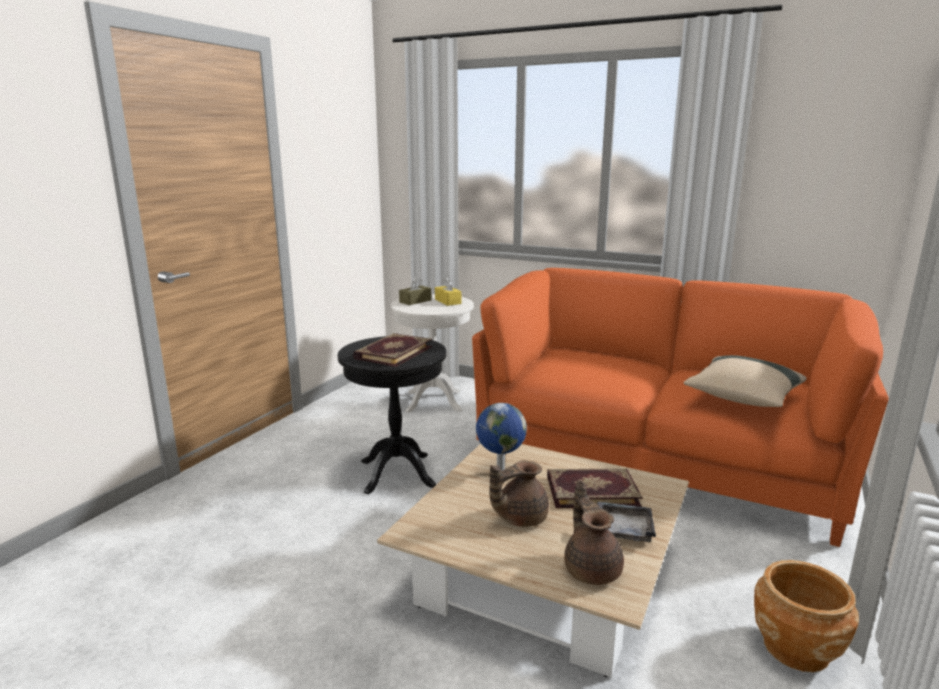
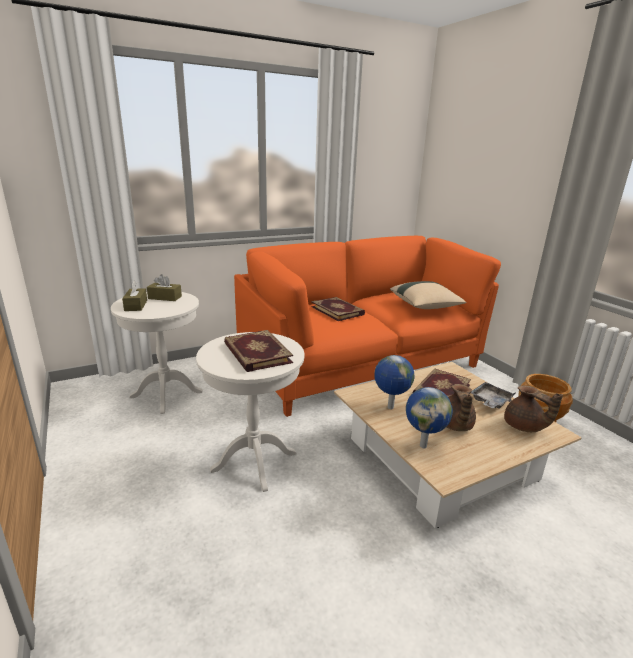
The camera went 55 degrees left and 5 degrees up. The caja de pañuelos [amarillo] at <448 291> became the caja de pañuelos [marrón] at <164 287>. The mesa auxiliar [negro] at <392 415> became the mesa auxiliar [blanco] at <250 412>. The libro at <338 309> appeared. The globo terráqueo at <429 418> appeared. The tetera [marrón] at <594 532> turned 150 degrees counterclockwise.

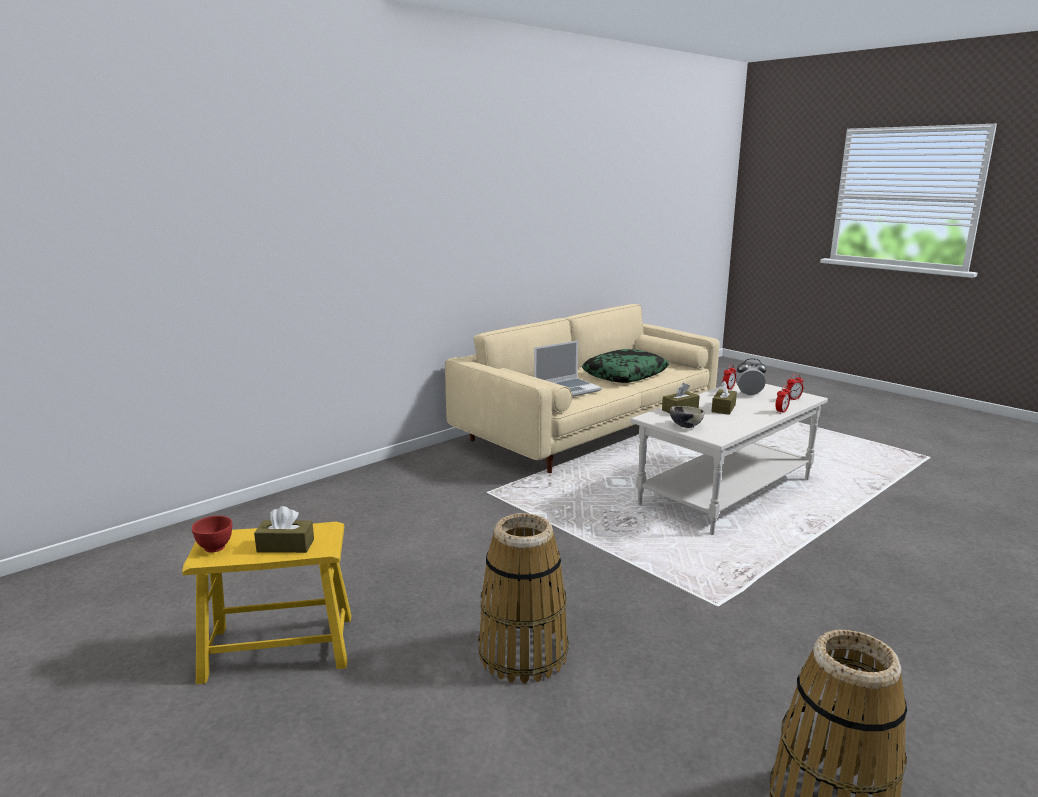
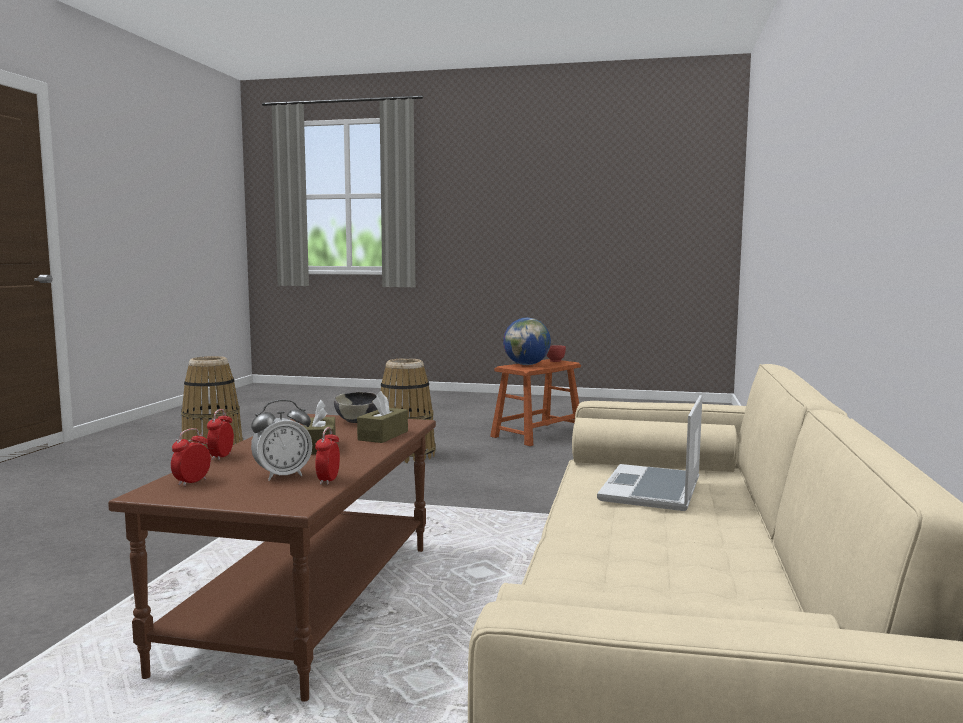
The camera went 145 degrees right and 10 degrees down. The mesa de centro [blanco] at <729 458> became the mesa de centro [marrón] at <272 558>. The taburete [amarillo] at <266 603> became the taburete [marrón] at <535 402>. The caja de pañuelos [marrón] at <284 529> was replaced by the globo terráqueo at <527 341>. The cojín at <625 366> disappeared.

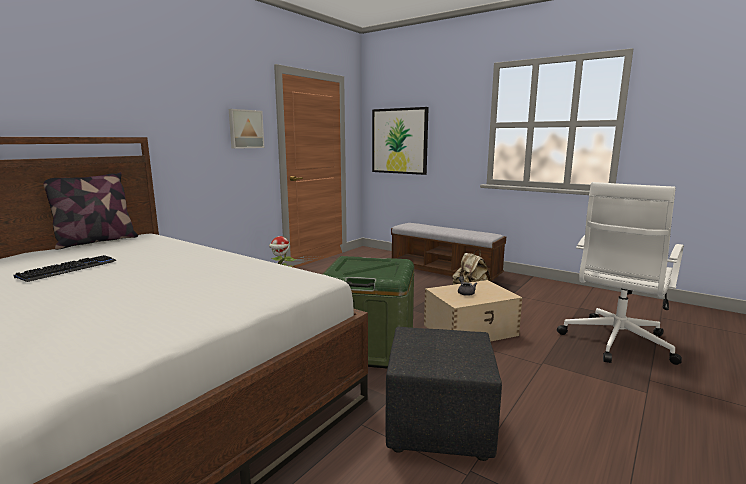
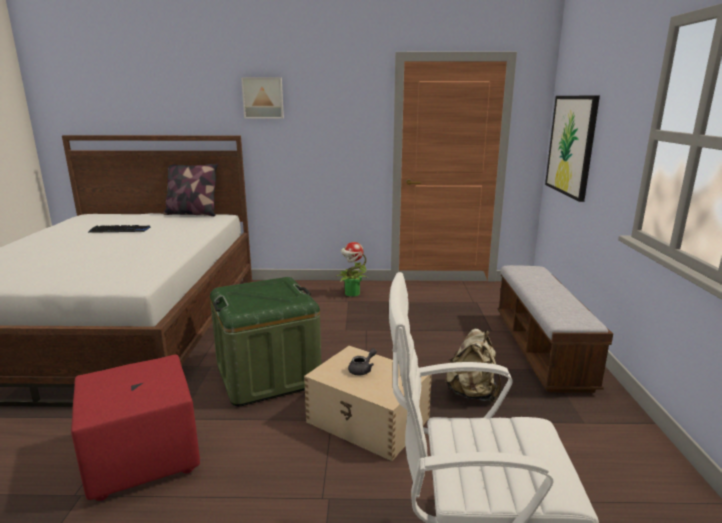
The camera went 55 degrees right and 5 degrees up. The puf [negro] at <444 394> became the puf [rojo] at <135 427>. The cuadro moved from <246 129> to <262 98>.

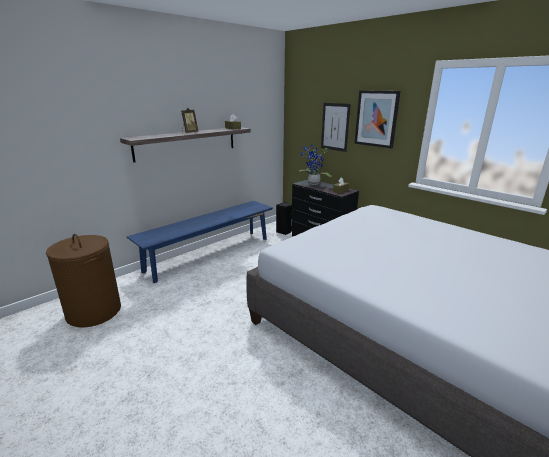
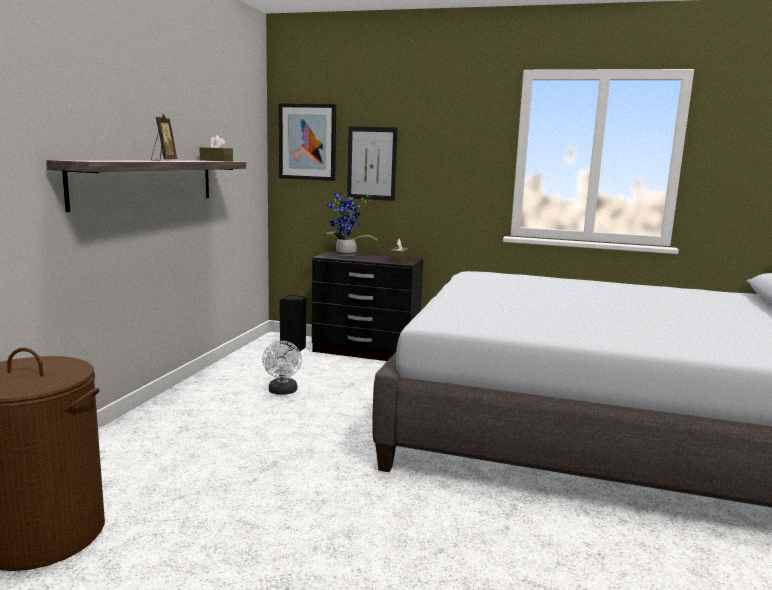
The camera went 30 degrees left and 10 degrees down. The ventilador [blanco] at <282 368> appeared. The cuadro moved from <377 119> to <307 142>. The banco [azul] at <200 242> disappeared.

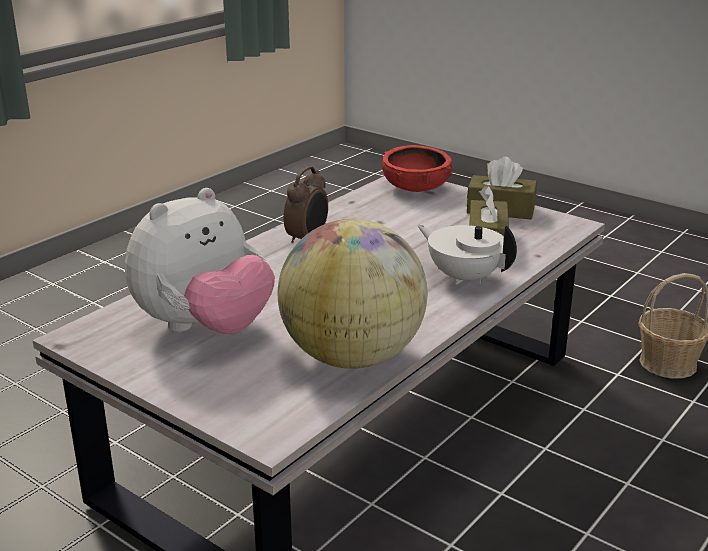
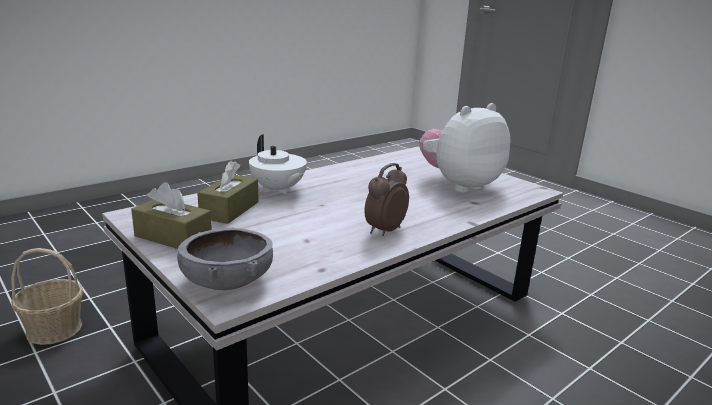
The camera went 170 degrees left and 5 degrees down. The cuenco [rojo] at <417 168> became the cuenco [gris] at <225 259>. The globo terráqueo at <352 294> disappeared.

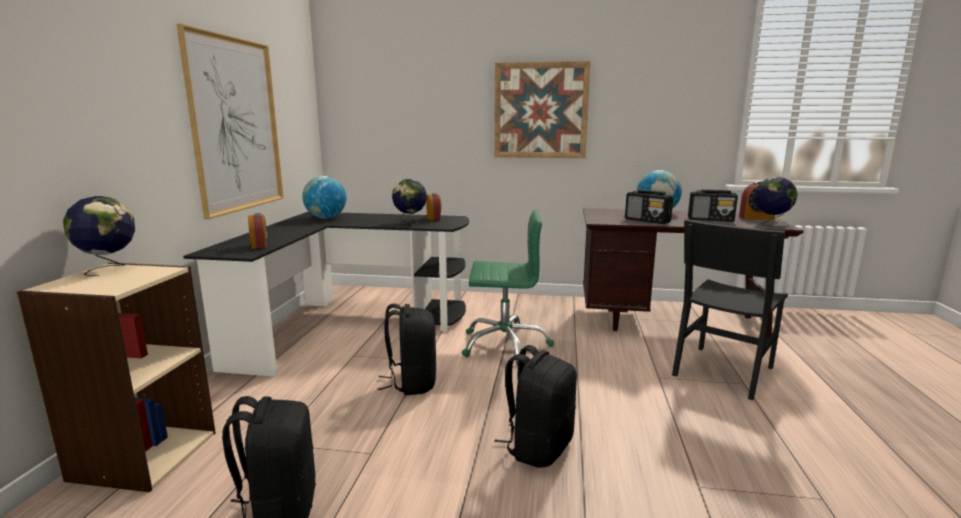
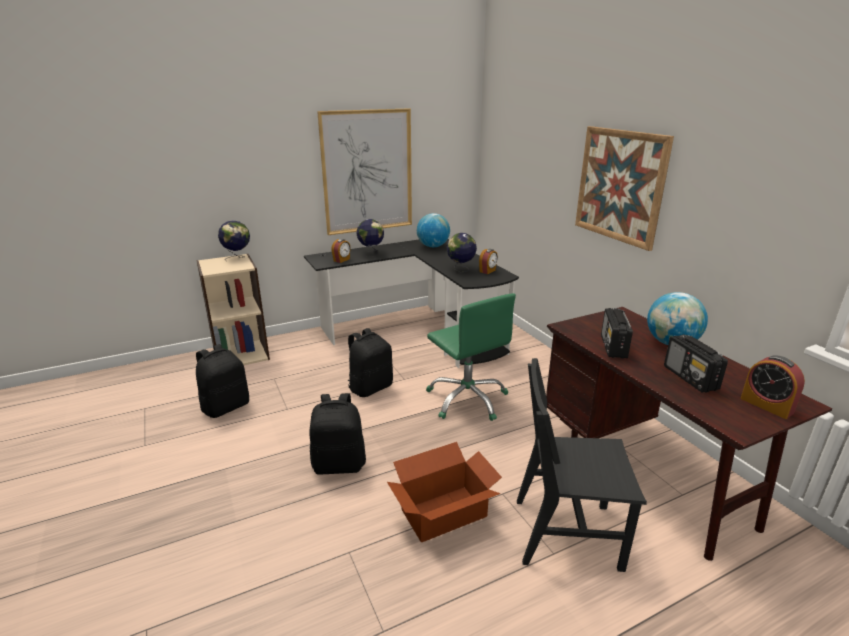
The camera went 55 degrees right and 10 degrees up. The globo terráqueo moved from <775 202> to <370 238>. The caja de cartón at <444 492> appeared.

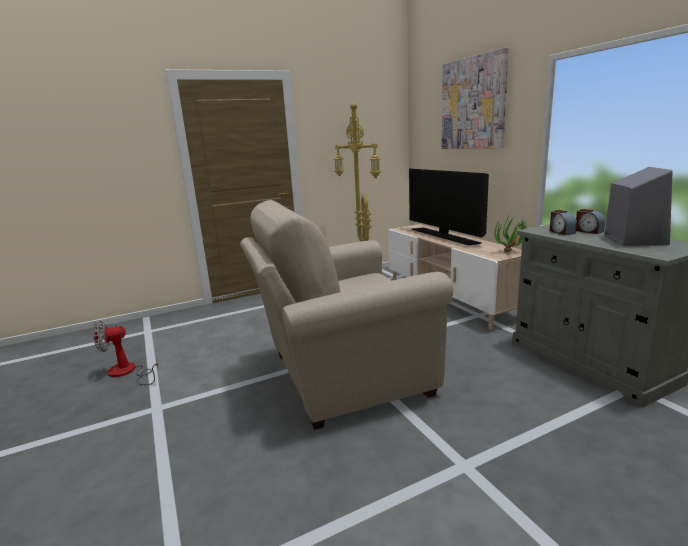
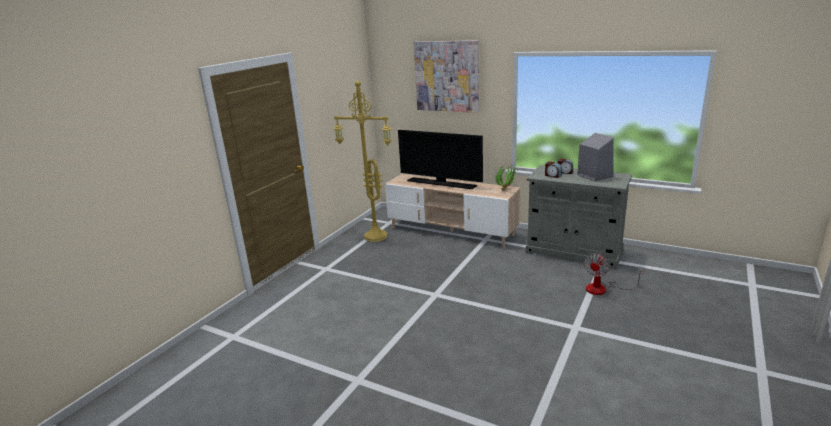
The camera went 35 degrees left and 5 degrees up. The ventilador moved from <126 352> to <613 274>. The sillón [beis] at <346 315> disappeared.

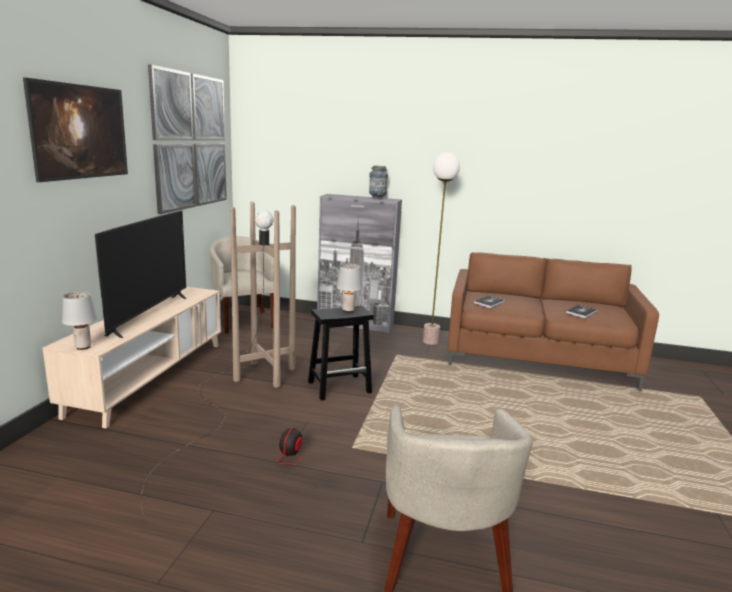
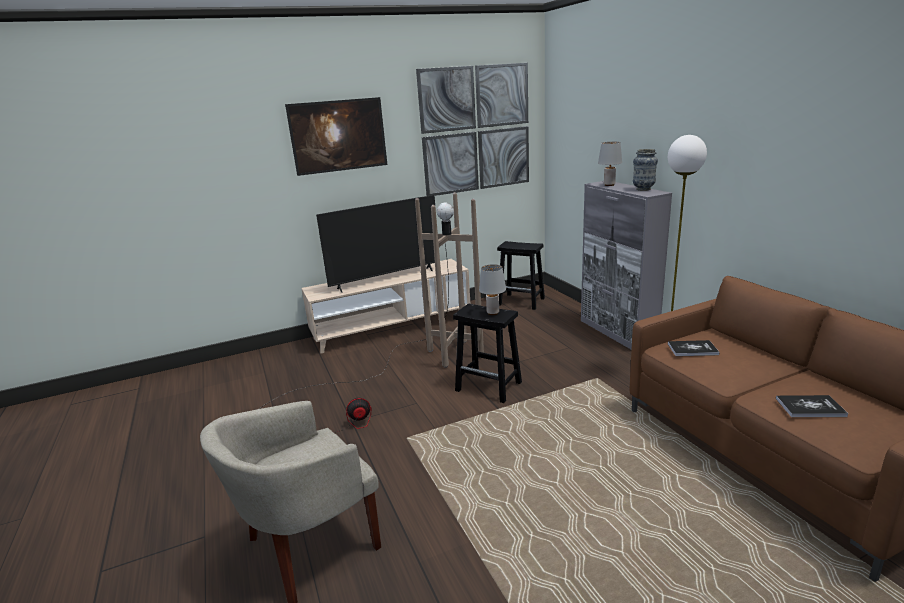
The camera went 55 degrees right and 5 degrees up. The sillón [beis] at <242 285> was replaced by the taburete [negro] at <521 275>. The lámpara de mesa [gris] moved from <79 321> to <610 164>.

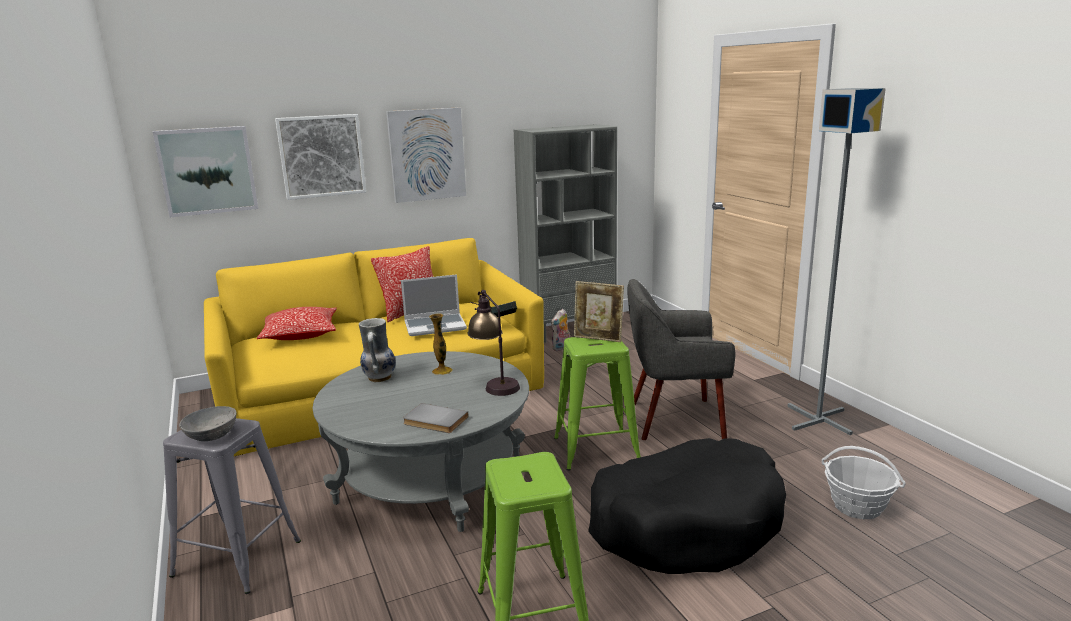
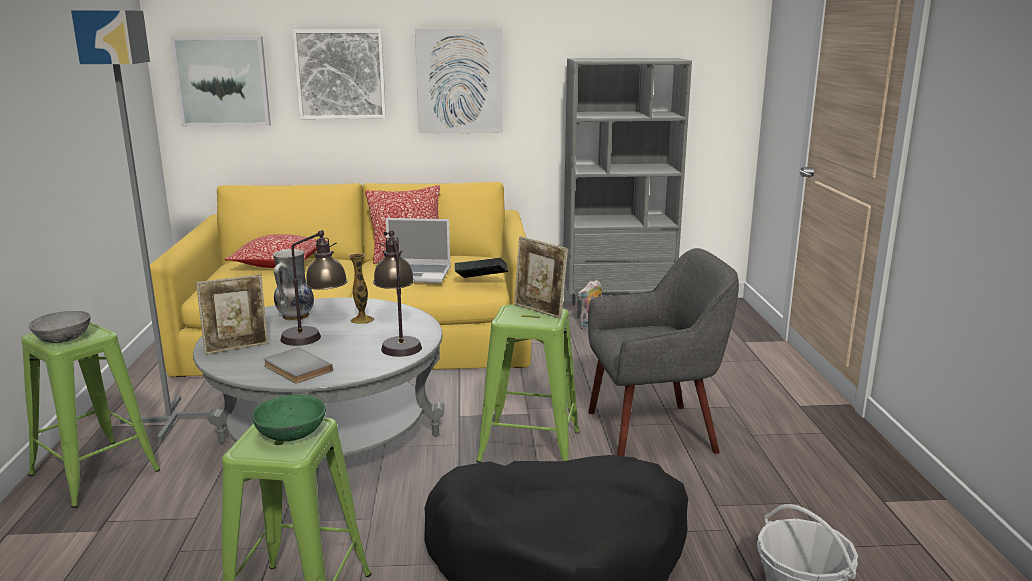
The camera went 20 degrees right and 0 degrees up. The taburete [gris] at <232 506> became the taburete [verde] at <90 415>. The lámpara de pie [gris] moved from <836 261> to <141 225>. The portarretratos at <232 314> appeared. The cuenco [verde] at <289 418> appeared. The lámpara de mesa at <314 288> appeared. The sillón [gris] at <681 359> turned 150 degrees clockwise.

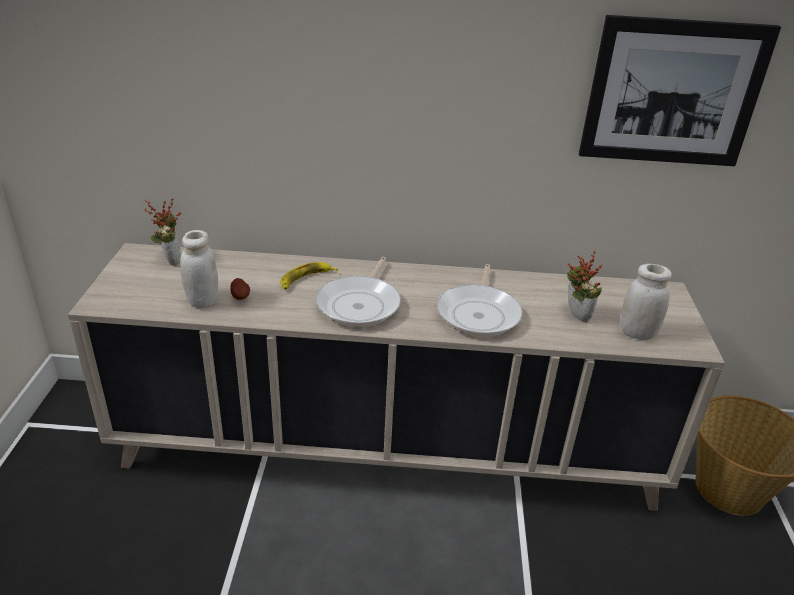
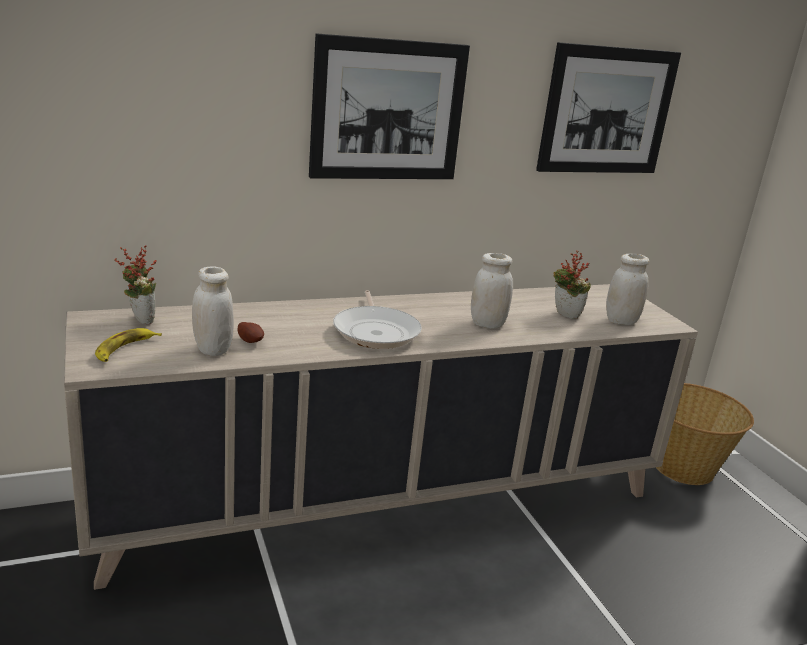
The camera went 25 degrees left and 10 degrees down. The plátano moved from <309 275> to <128 345>. The cuadro at <389 106> appeared. The sartén at <480 300> was replaced by the tarro [blanco] at <492 290>.

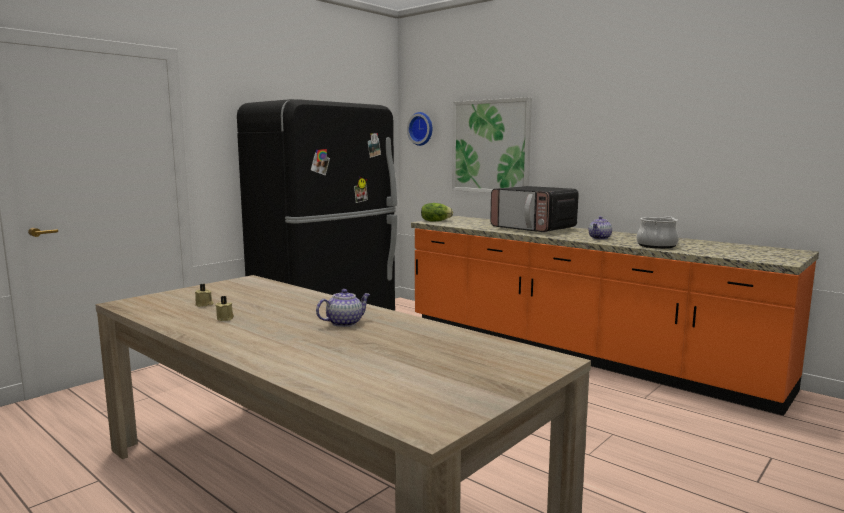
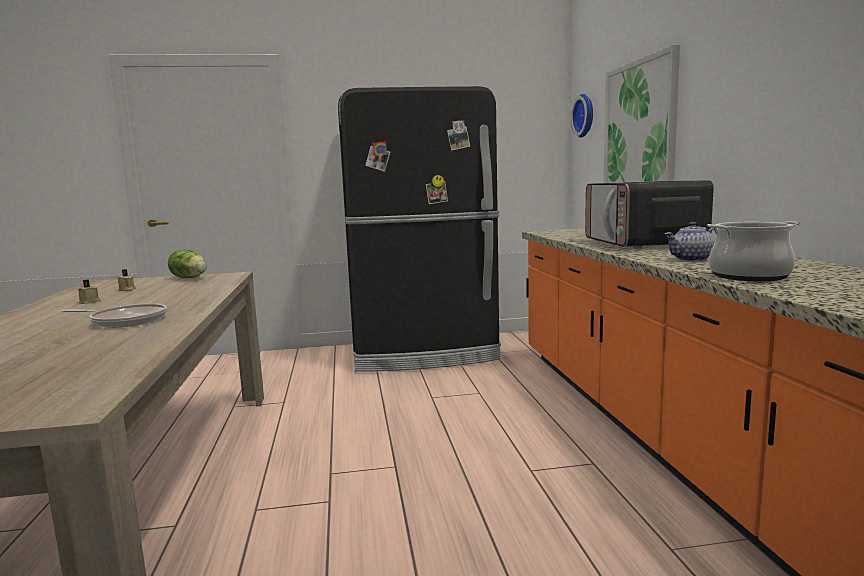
The camera went 40 degrees right and 0 degrees up. The tetera at <343 308> was replaced by the sartén at <114 315>. The lechuga moved from <437 212> to <187 263>.

